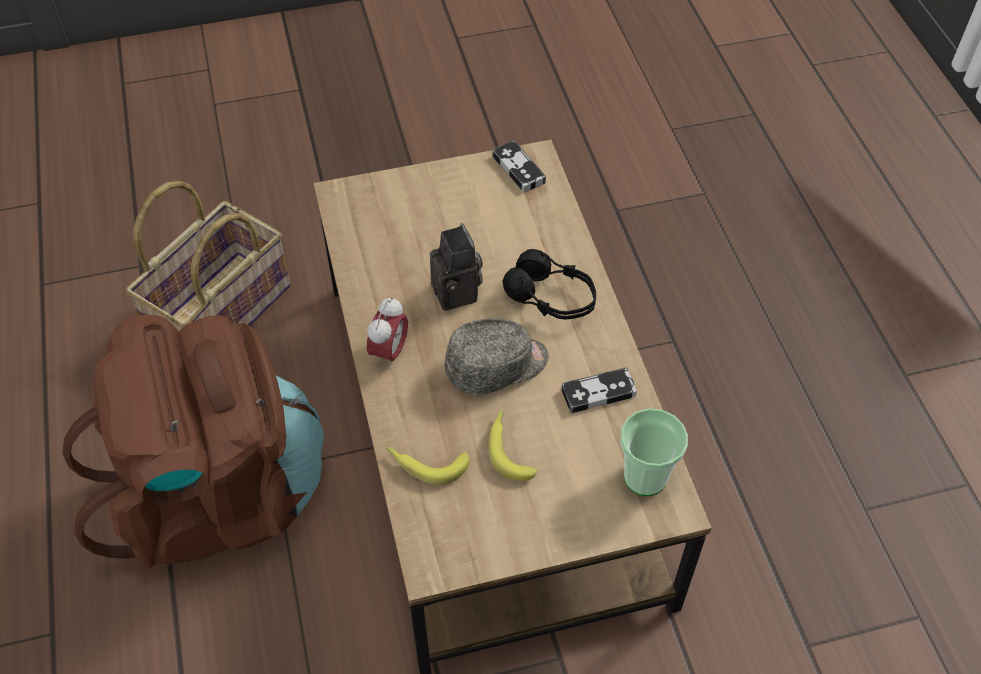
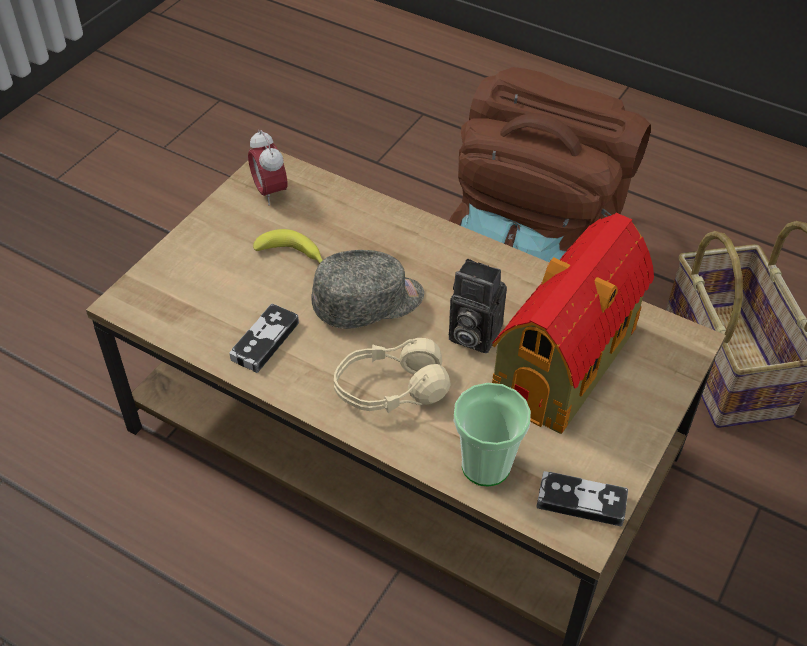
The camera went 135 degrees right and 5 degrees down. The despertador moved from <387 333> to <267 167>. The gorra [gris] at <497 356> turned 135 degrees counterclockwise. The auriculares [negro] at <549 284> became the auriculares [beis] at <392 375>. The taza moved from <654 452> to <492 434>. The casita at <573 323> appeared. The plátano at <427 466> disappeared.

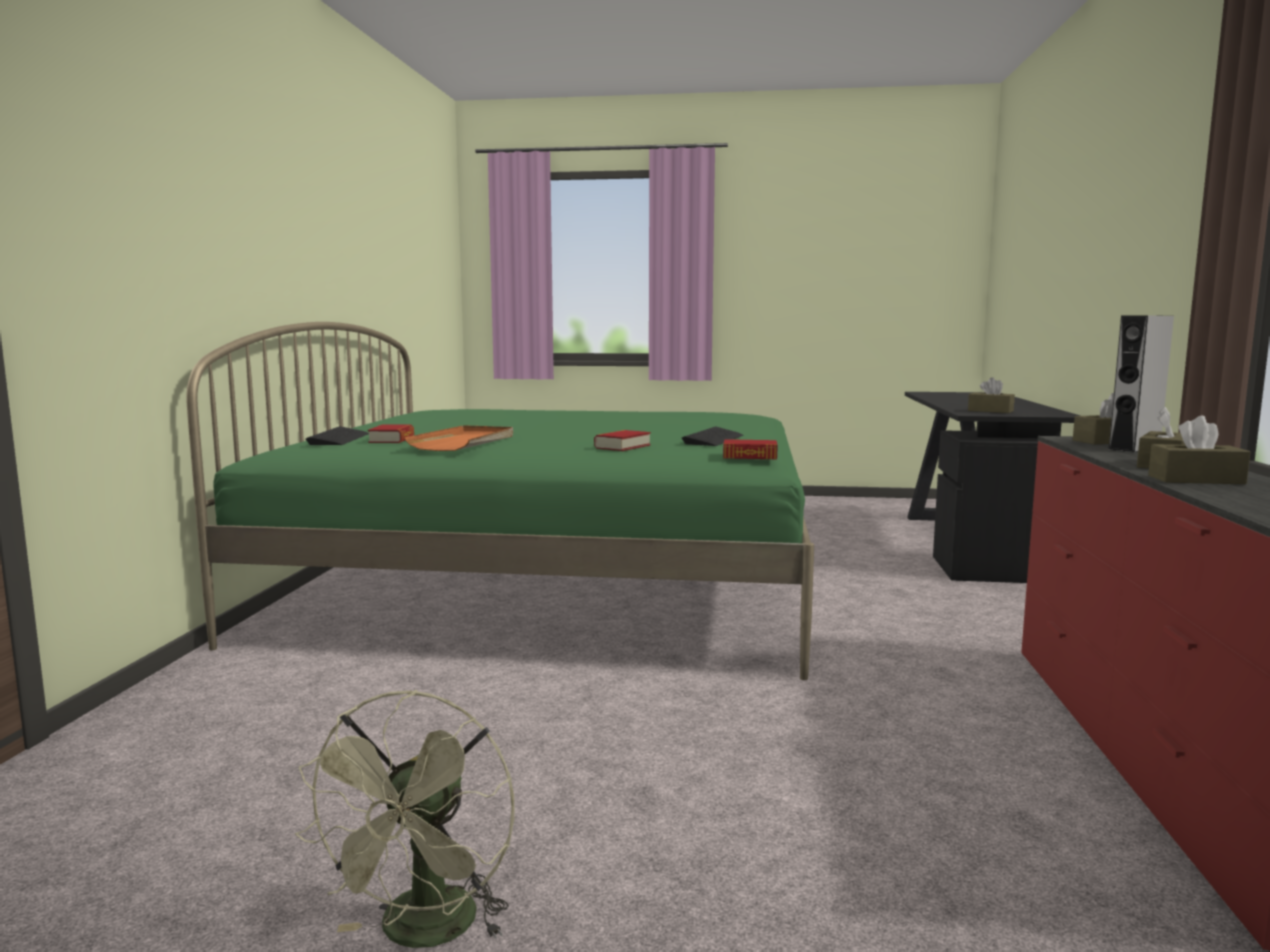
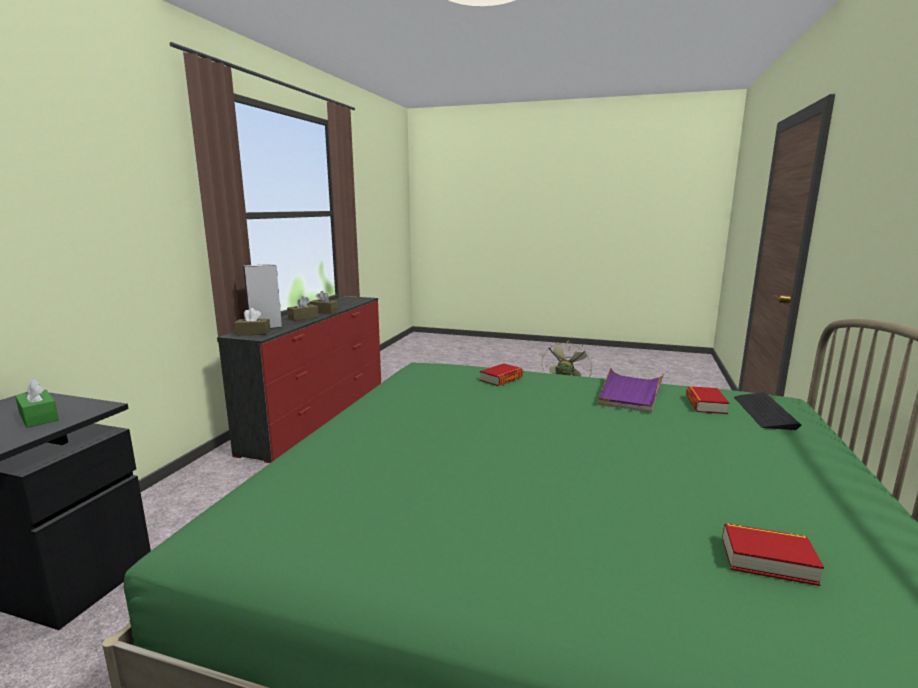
The camera went 170 degrees left and 5 degrees up. The caja de pañuelos [marrón] at <991 395> became the caja de pañuelos [verde] at <37 403>. The bandeja [naranja] at <458 438> became the bandeja [morado] at <631 390>. The libro moved from <750 449> to <773 554>. The teclado at <713 436> disappeared.

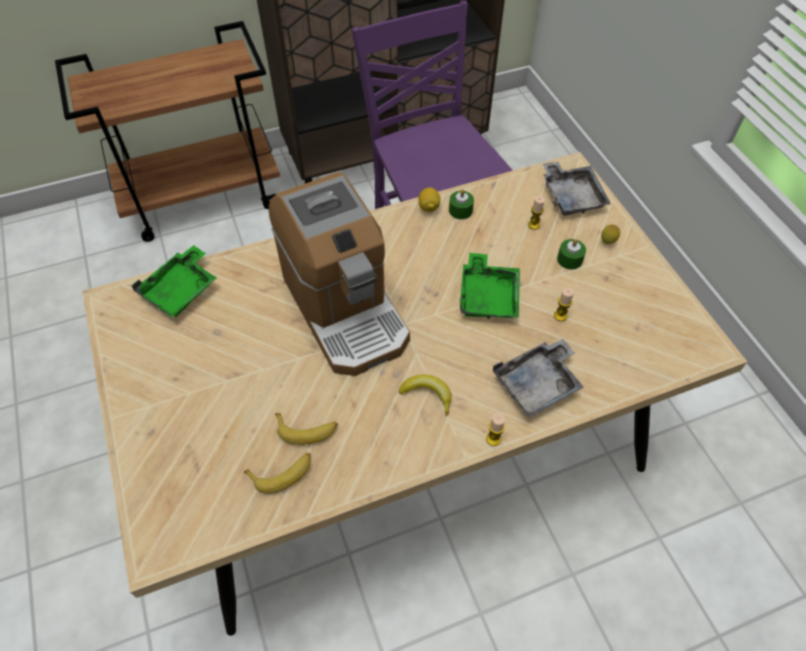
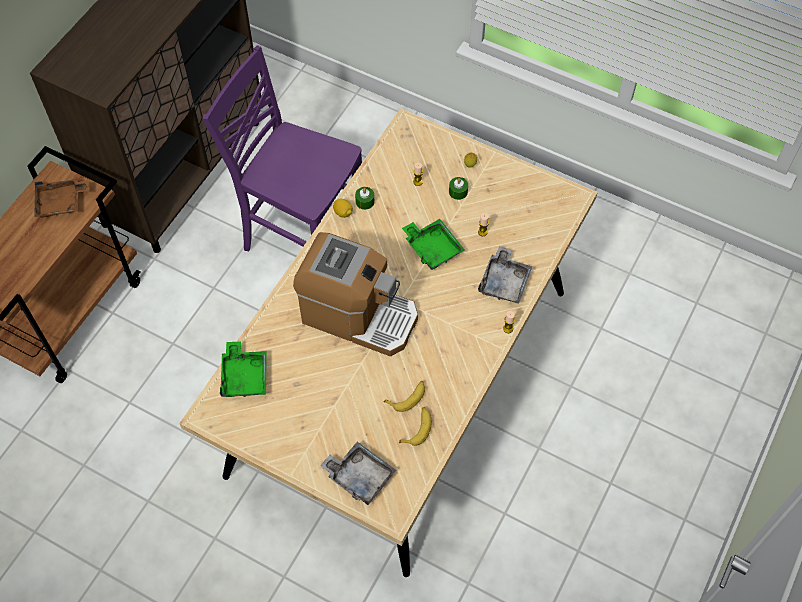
The camera went 40 degrees left and 5 degrees up. The bandeja [marrón] at <61 198> appeared. The bandeja [gris] moved from <577 189> to <358 473>. The plátano at <425 395> disappeared.

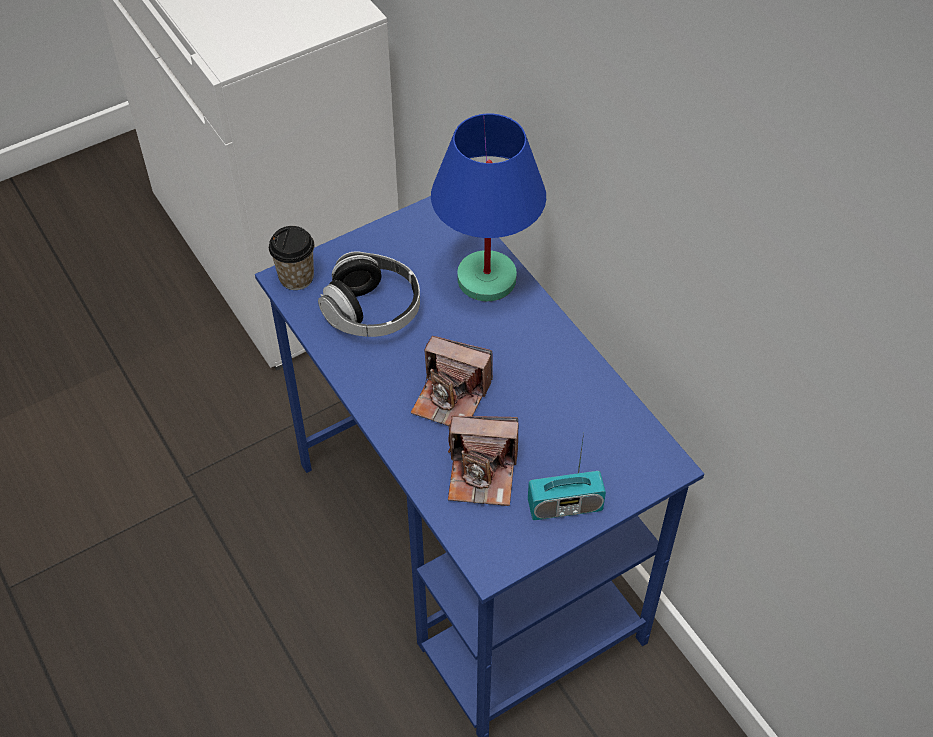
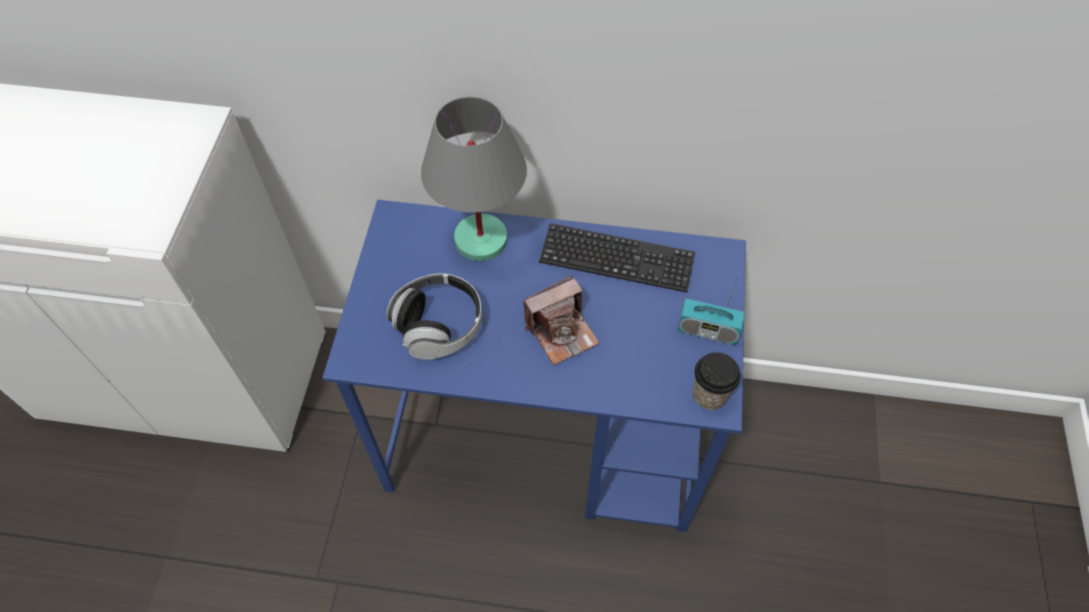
The camera went 50 degrees left and 5 degrees up. The lámpara de mesa [azul] at <488 207> became the lámpara de mesa [gris] at <474 178>. The teclado at <617 258> appeared. The radio at <567 476> turned 75 degrees clockwise. The taza moved from <291 258> to <717 381>. The cámara at <483 461> disappeared.

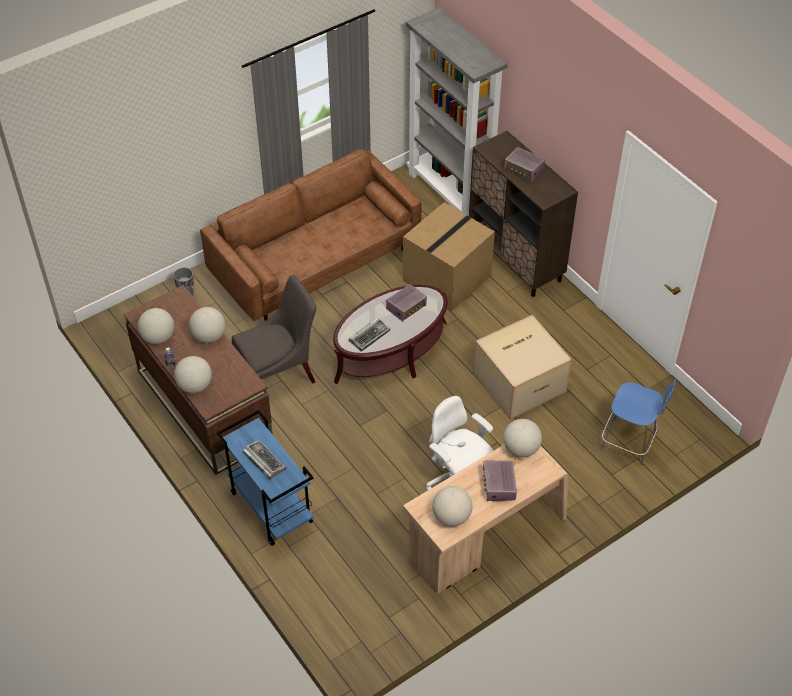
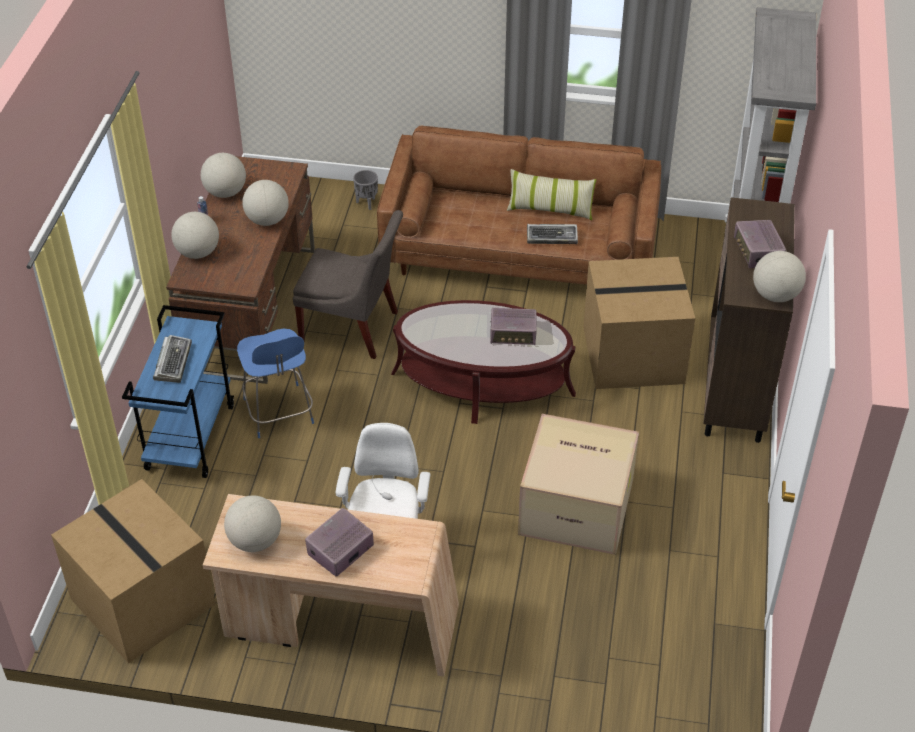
The camera went 45 degrees right and 5 degrees down. The caja de cartón at <133 571> appeared. The silla [azul] moved from <639 421> to <275 383>. The cojín at <552 194> appeared. The teclado moved from <369 335> to <552 234>. The globo terráqueo moved from <522 438> to <779 276>.

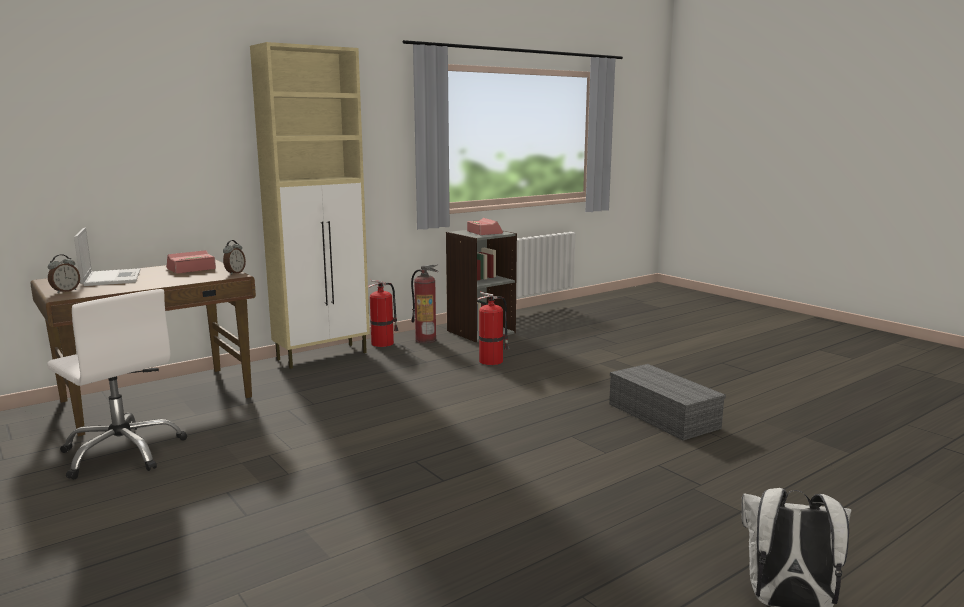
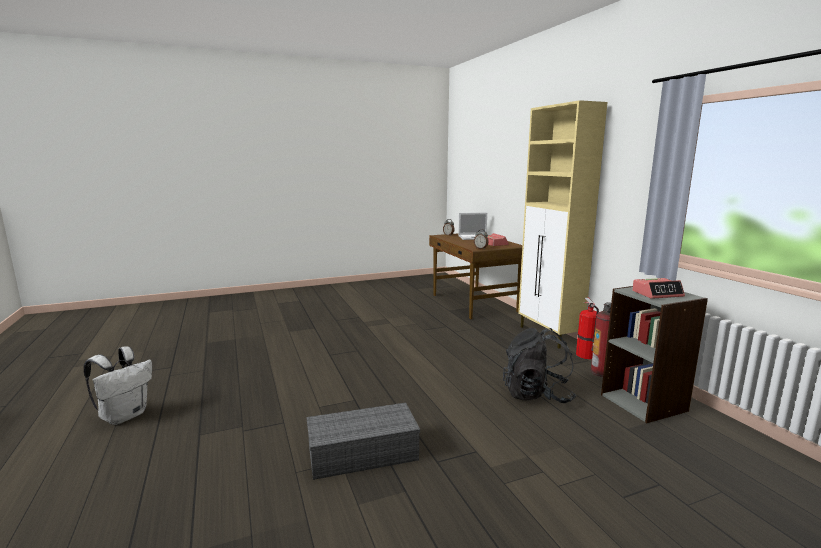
The camera went 105 degrees right and 0 degrees up. The extintor at <493 328> was replaced by the mochila [negro] at <539 365>. The silla de oficina [blanco] at <117 384> disappeared.

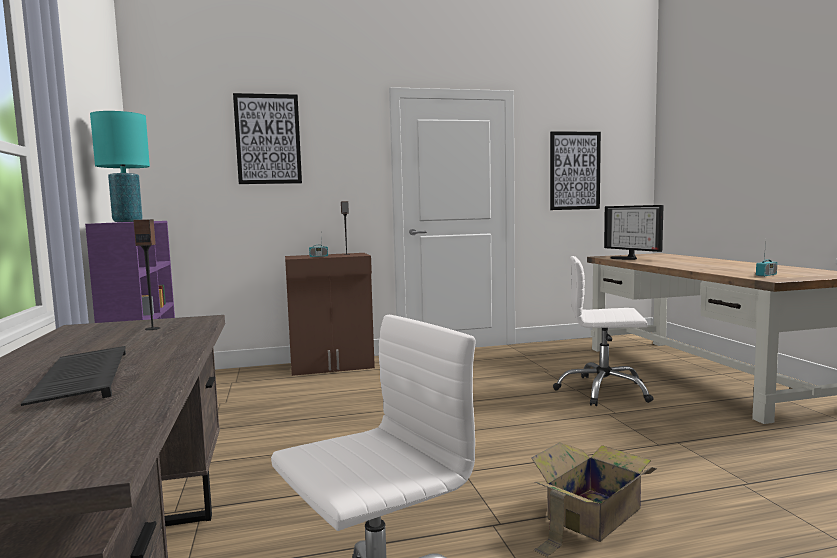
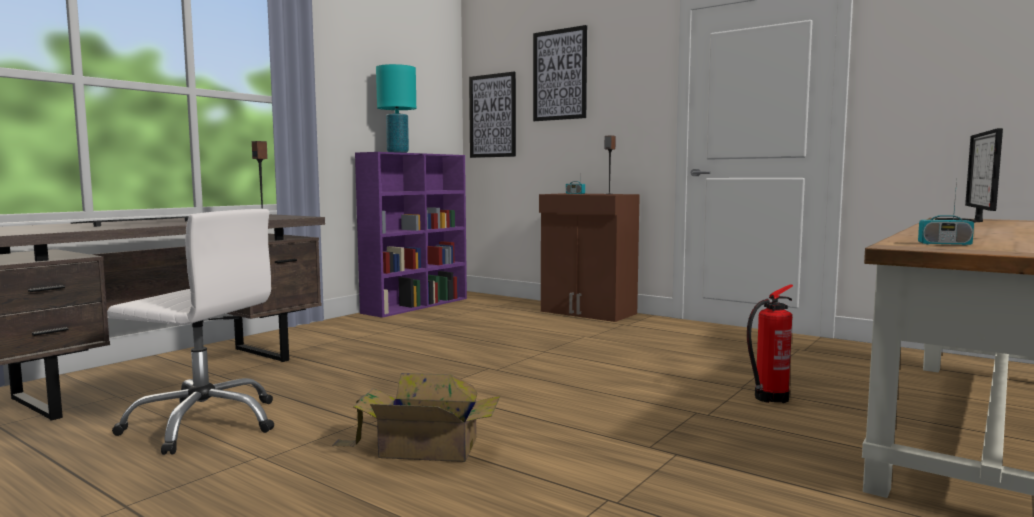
The camera went 50 degrees right and 0 degrees up. The cuadro moved from <575 170> to <492 115>. The silla de oficina [blanco] at <603 331> was replaced by the extintor at <770 343>.

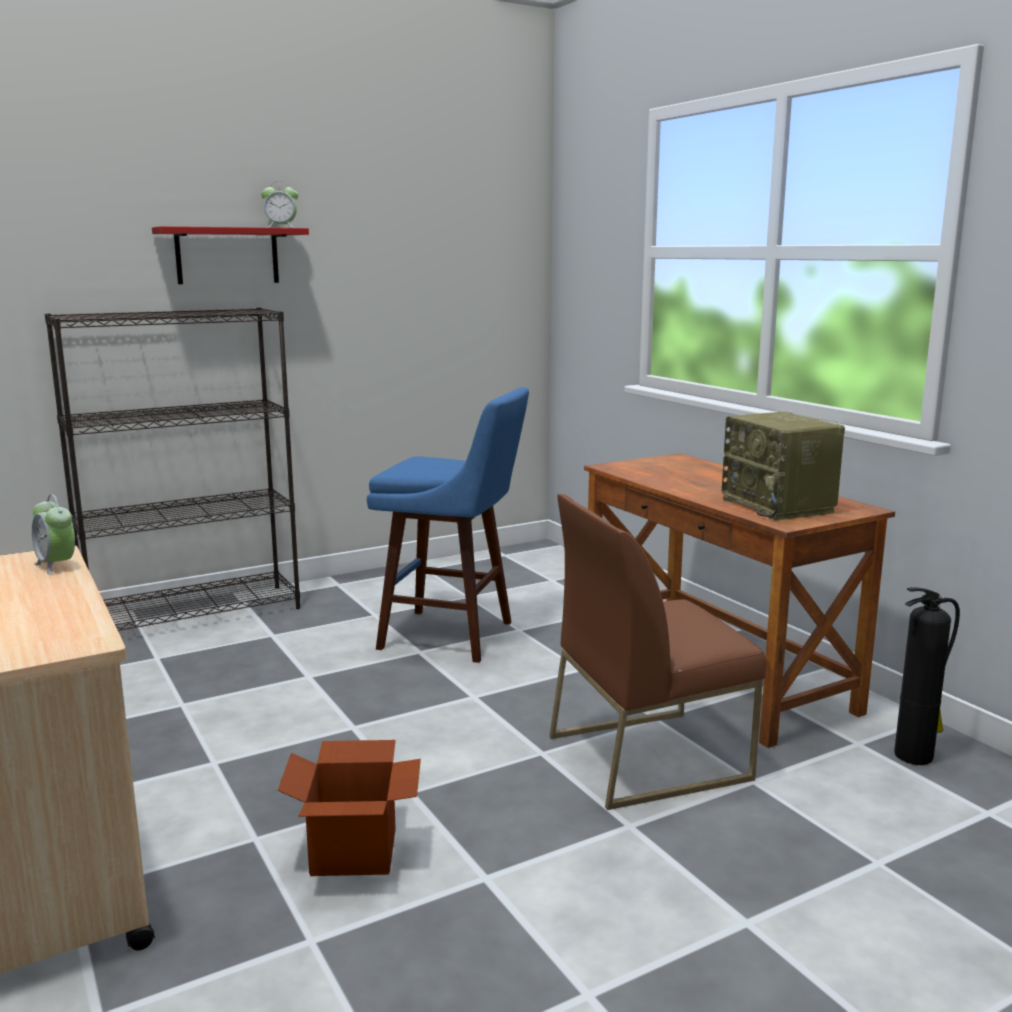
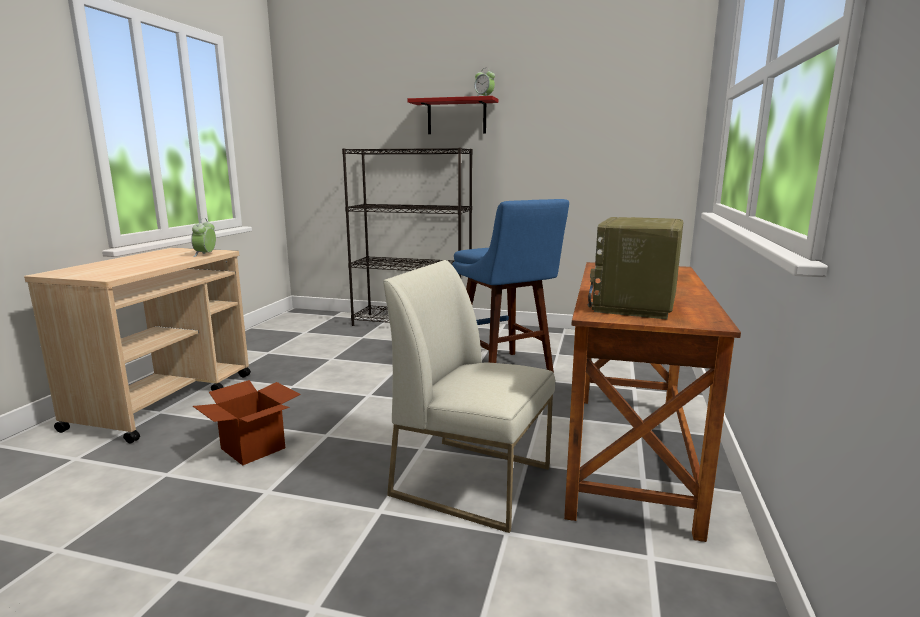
The camera went 45 degrees right and 0 degrees up. The silla [marrón] at <657 652> became the silla [blanco] at <469 396>. The extintor at <927 676> disappeared.

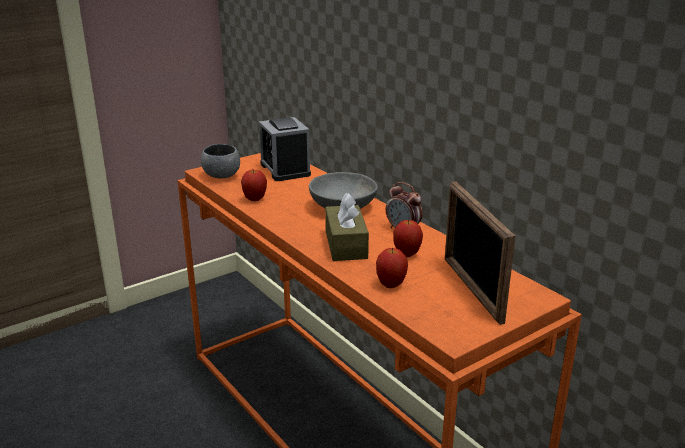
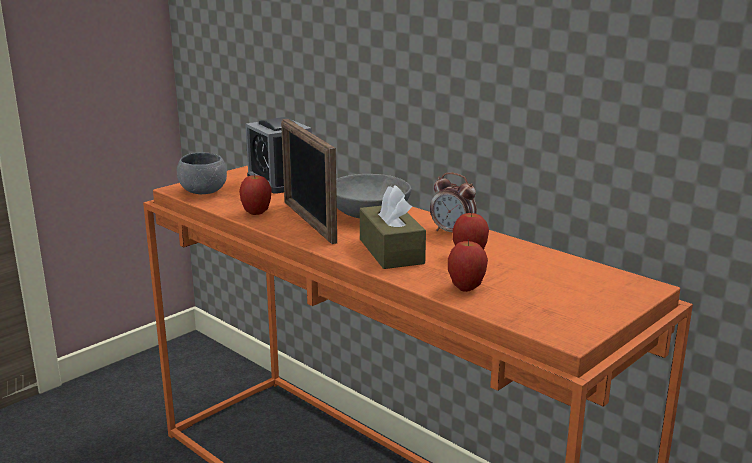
The camera went 10 degrees left and 5 degrees down. The portarretratos moved from <480 253> to <309 181>.

